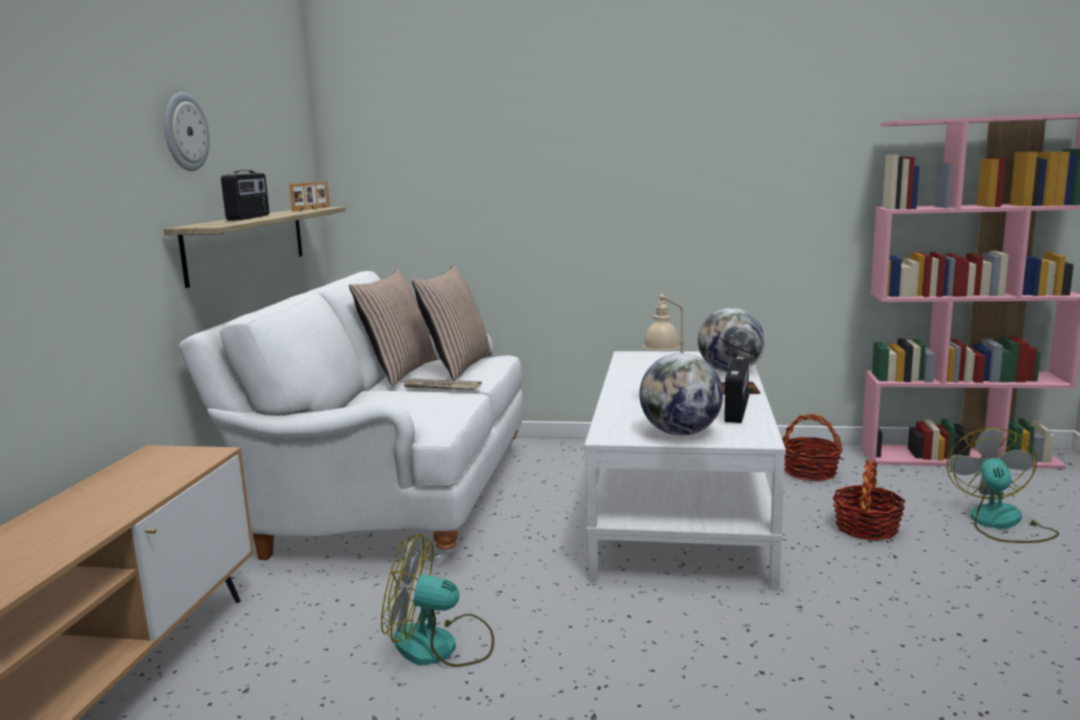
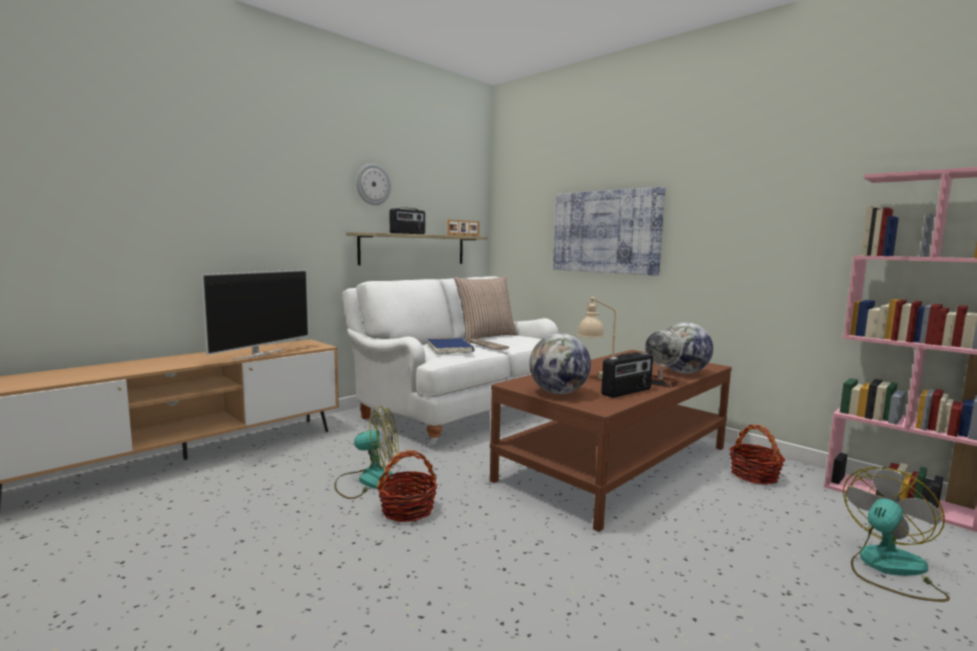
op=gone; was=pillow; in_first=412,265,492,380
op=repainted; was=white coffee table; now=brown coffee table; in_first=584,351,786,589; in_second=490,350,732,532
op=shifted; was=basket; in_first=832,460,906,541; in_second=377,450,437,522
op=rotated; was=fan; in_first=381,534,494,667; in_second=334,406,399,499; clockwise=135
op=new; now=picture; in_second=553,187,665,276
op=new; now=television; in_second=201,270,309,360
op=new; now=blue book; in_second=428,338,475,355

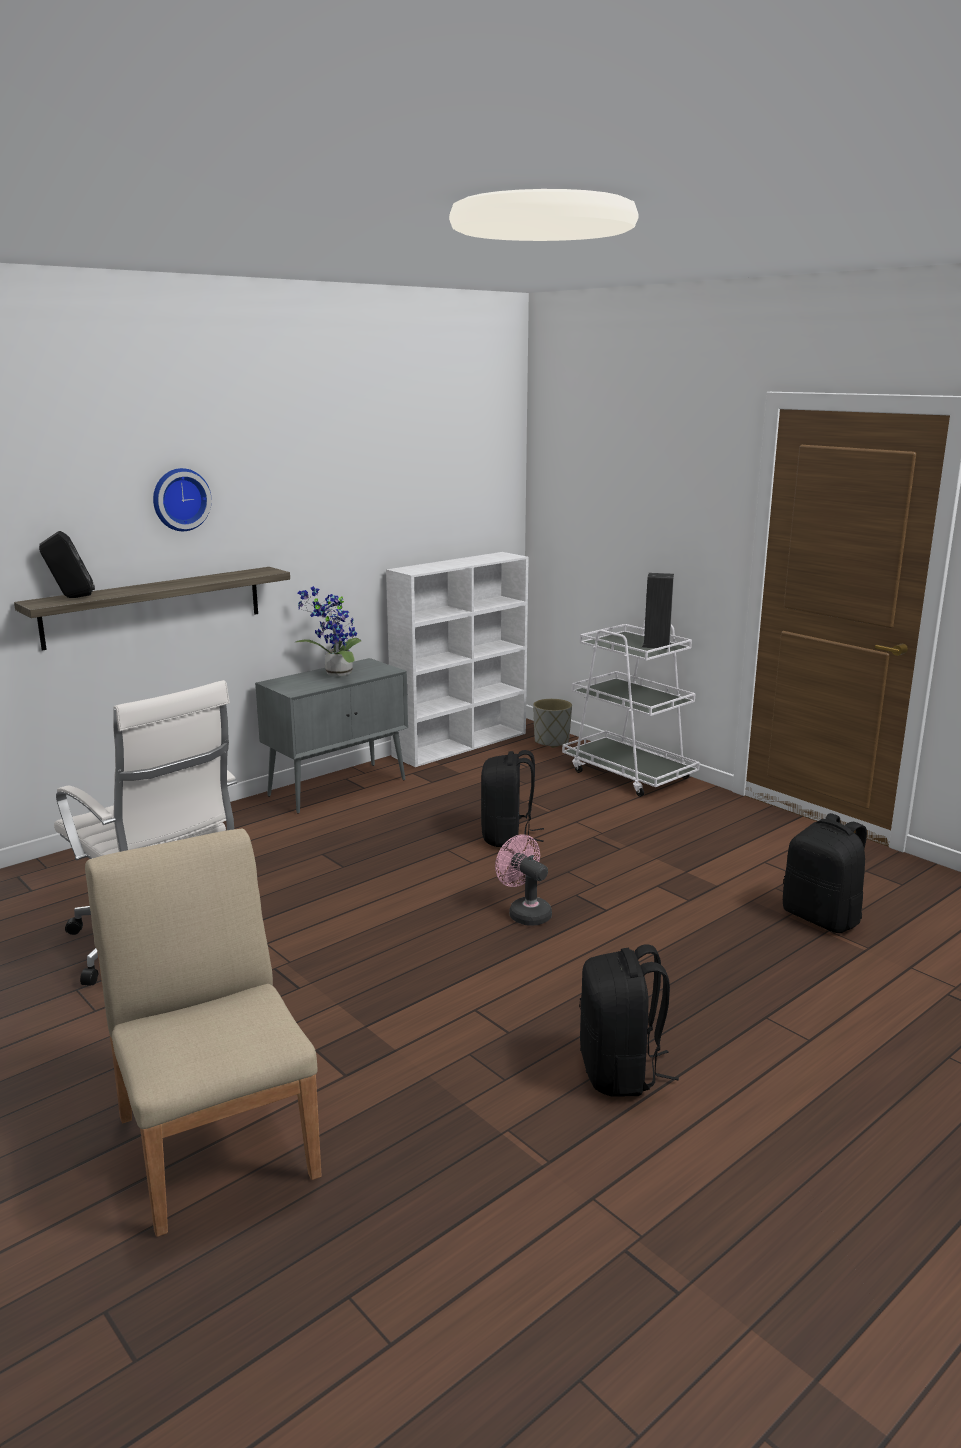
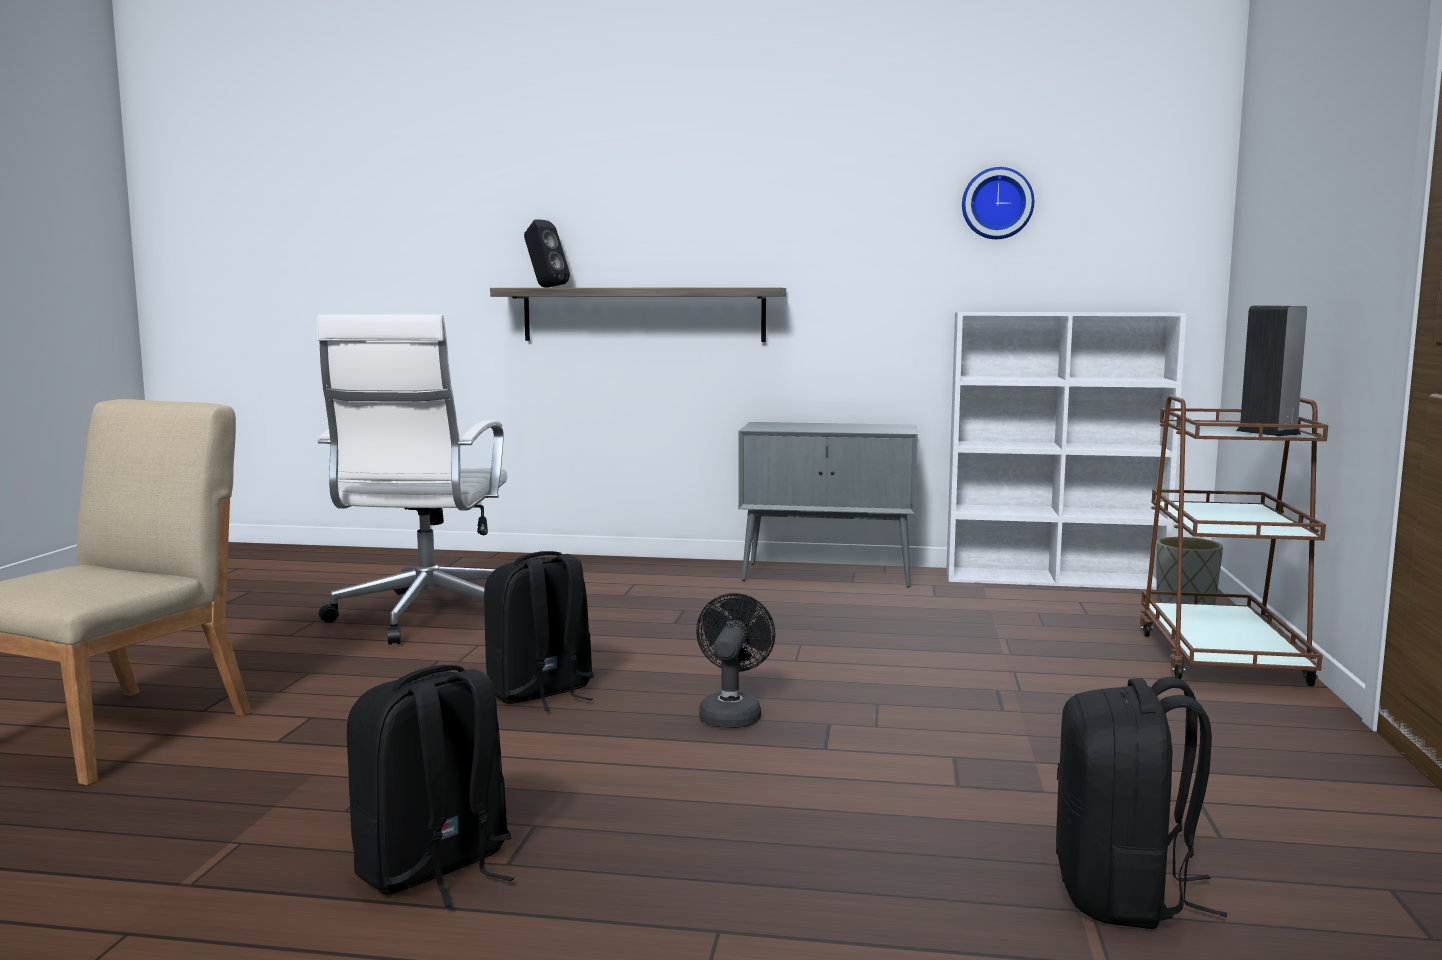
op=shifted; was=wall clock; in_first=153,468,212,531; in_second=962,167,1034,239
op=gone; was=potted plant; in_first=295,586,362,676
op=repainted; was=white cart; now=brown cart; in_first=562,621,700,797; in_second=1139,395,1328,686
op=shifted; was=black backpack; in_first=481,750,544,847; in_second=484,551,594,711
op=repainted; was=pink fan; now=black fan; in_first=495,834,552,926; in_second=696,593,776,728

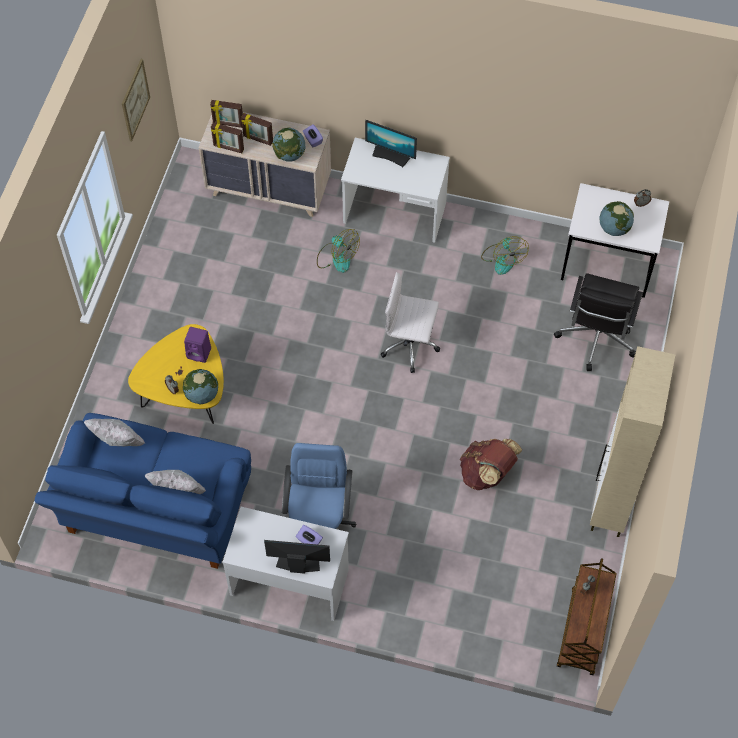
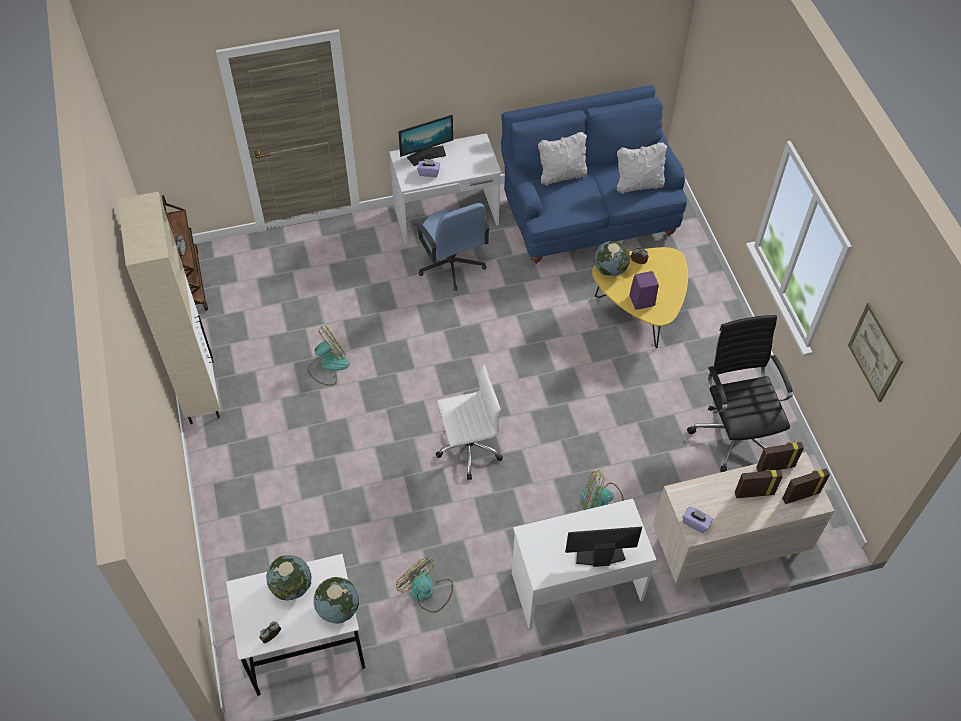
op=shifted; was=globe; in_first=272,127,305,162; in_second=313,577,359,624
op=shifted; was=black office chair; in_first=554,273,643,371; in_second=687,315,793,472
op=swapped; was=brown backpack; now=fan; in_first=460,439,522,490; in_second=308,326,350,386

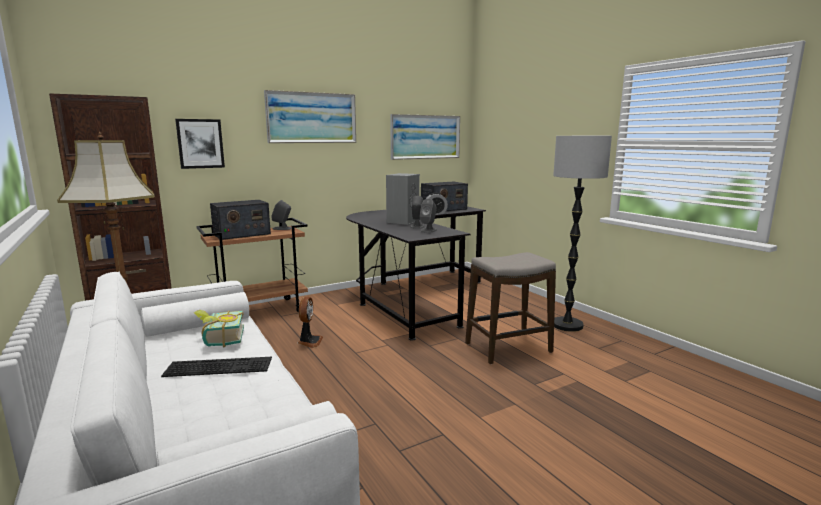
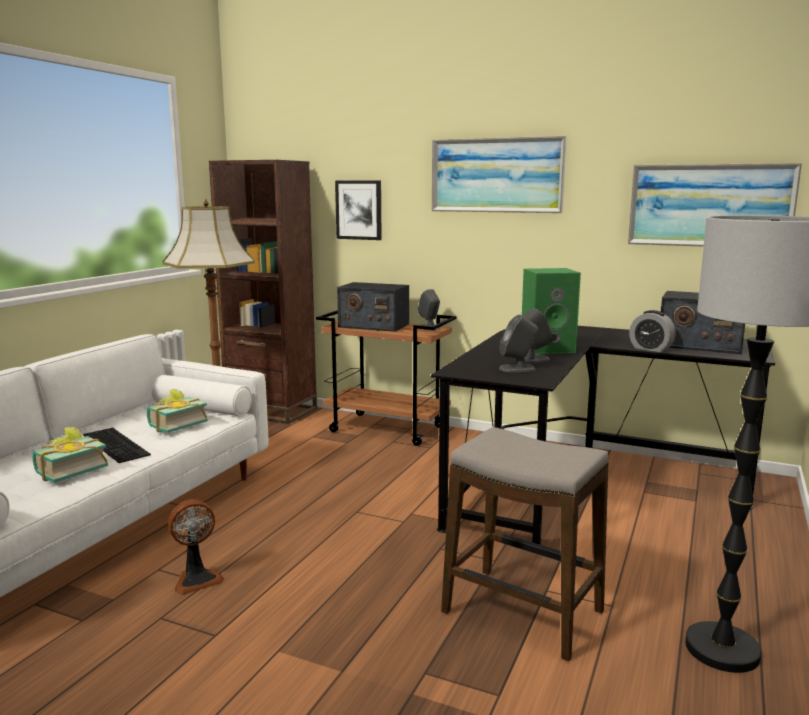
op=repainted; was=grey speaker; now=green speaker; in_first=386,173,420,225; in_second=522,268,581,354
op=shifted; was=fan; in_first=298,297,323,348; in_second=168,499,224,595
op=new; now=book; in_second=32,427,108,483

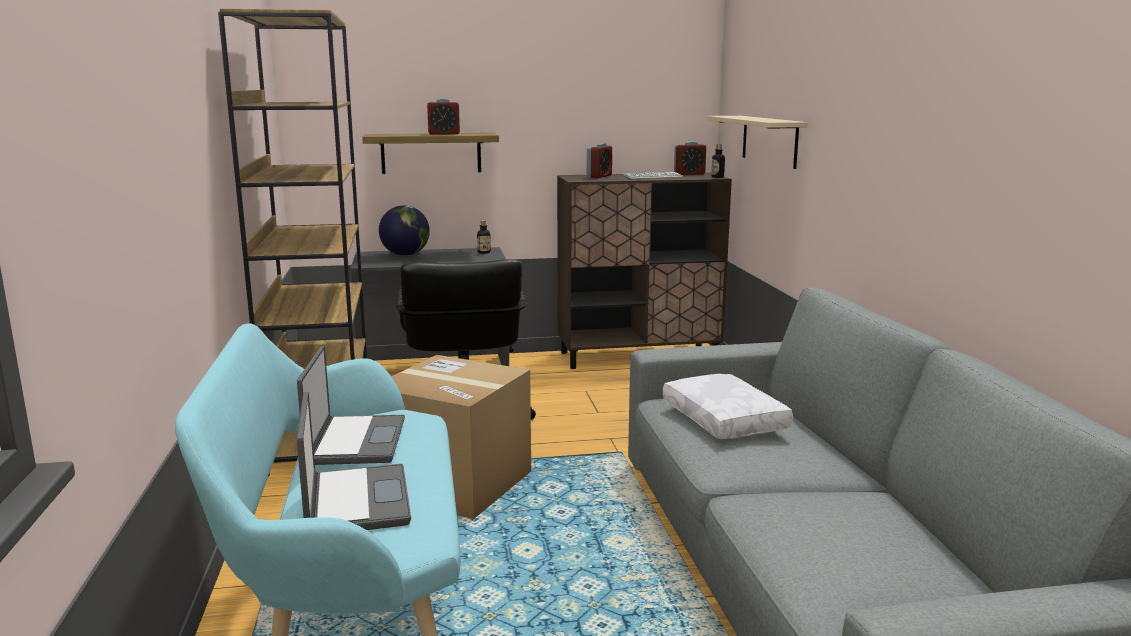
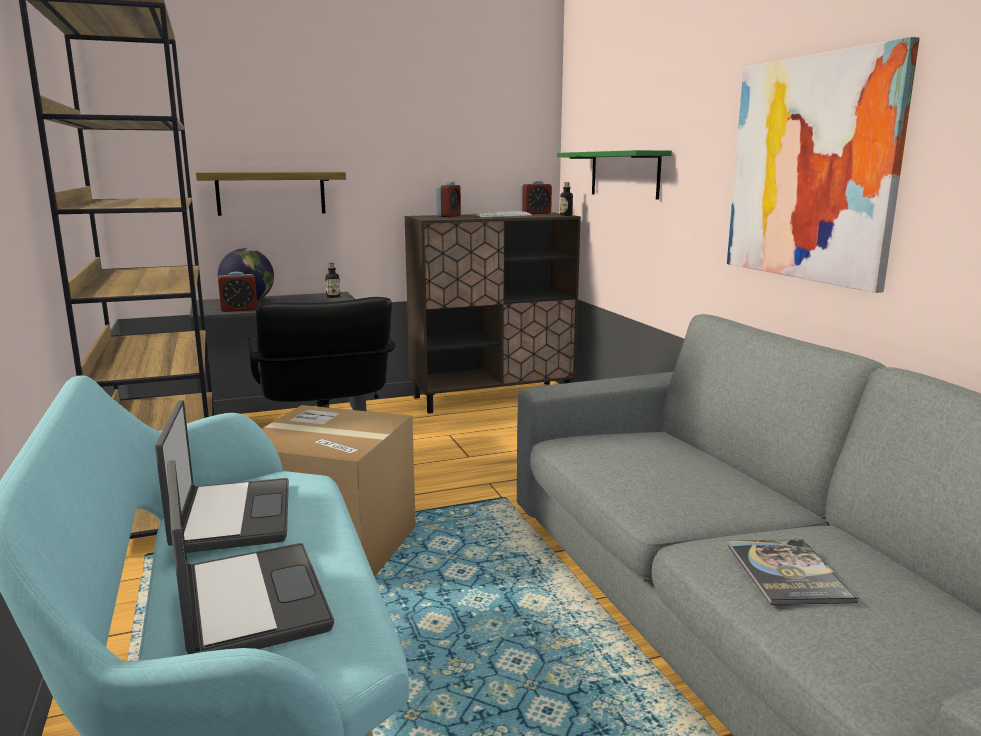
op=shifted; was=alarm clock; in_first=427,99,460,135; in_second=218,272,257,312
op=repainted; was=beige shelf; now=green shelf; in_first=708,116,807,169; in_second=557,150,672,200
op=gone; was=white pillow; in_first=663,374,793,439
op=new; now=picture; in_second=727,37,920,293
op=new; now=book; in_second=728,540,858,605

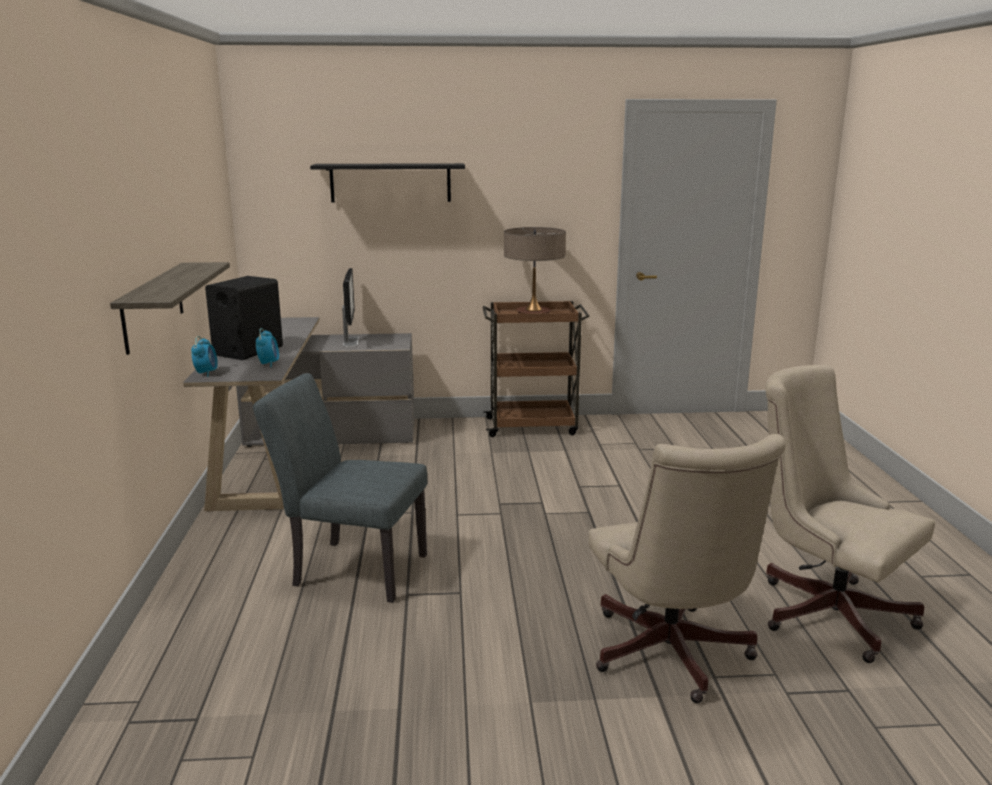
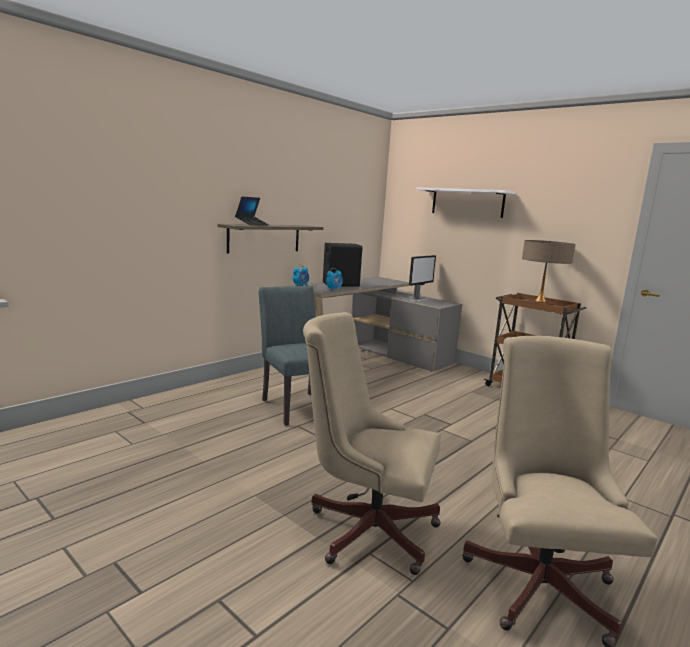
op=repainted; was=black shelf; now=white shelf; in_first=310,163,465,202; in_second=416,188,516,218
op=rotated; was=beige office chair; in_first=589,434,786,703; in_second=303,312,441,575; clockwise=75
op=new; now=laptop; in_second=235,196,269,226

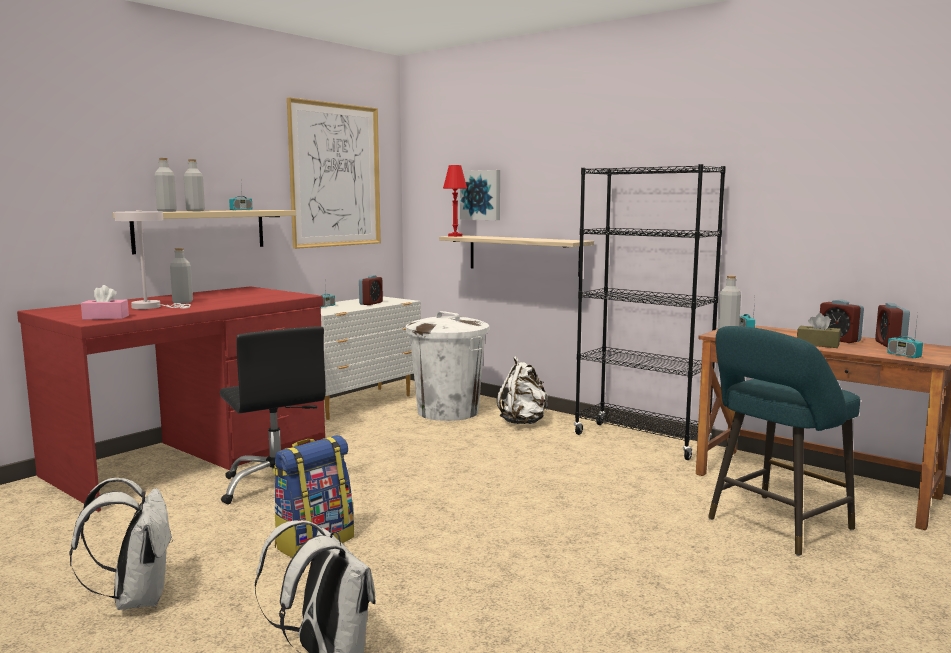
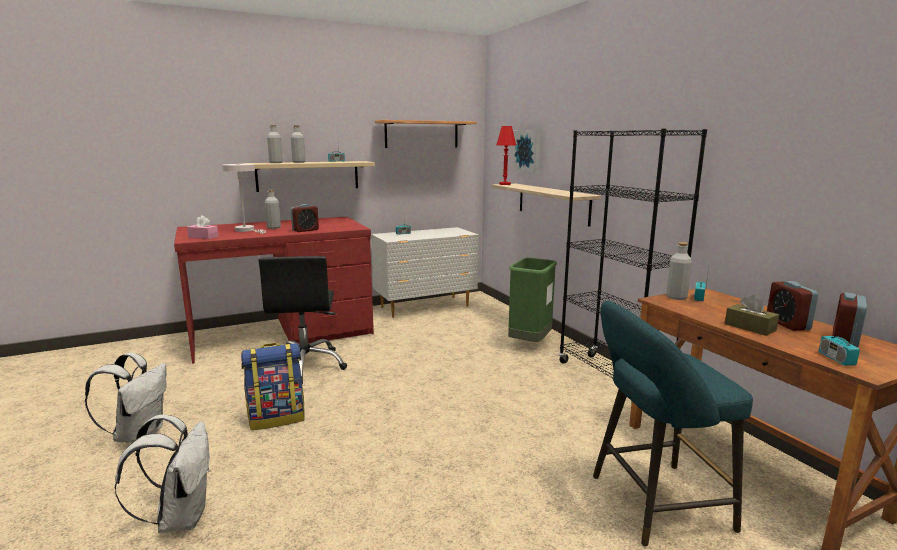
op=swapped; was=picture; now=shelf; in_first=287,97,381,249; in_second=375,120,477,148
op=shifted; was=alarm clock; in_first=359,275,383,305; in_second=291,204,319,232
op=gone; was=white trash can; in_first=406,311,489,421
op=swapped; was=white backpack; now=green trash can; in_first=497,356,548,424; in_second=508,258,557,342

